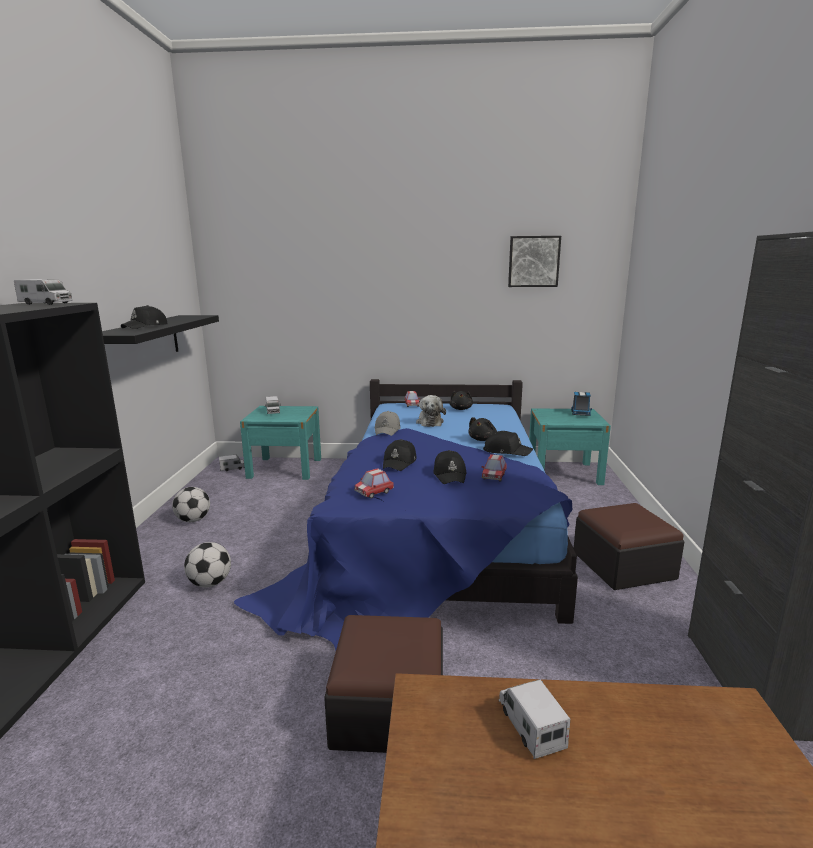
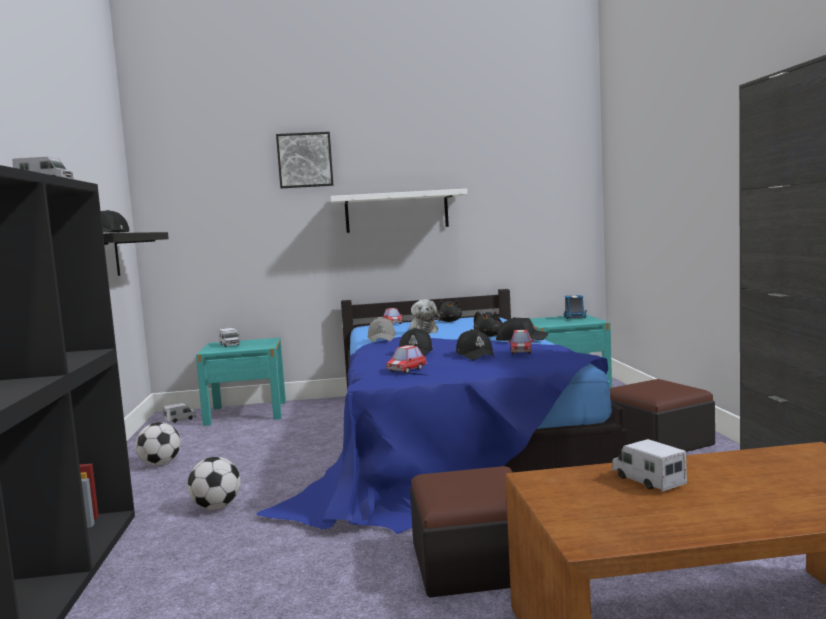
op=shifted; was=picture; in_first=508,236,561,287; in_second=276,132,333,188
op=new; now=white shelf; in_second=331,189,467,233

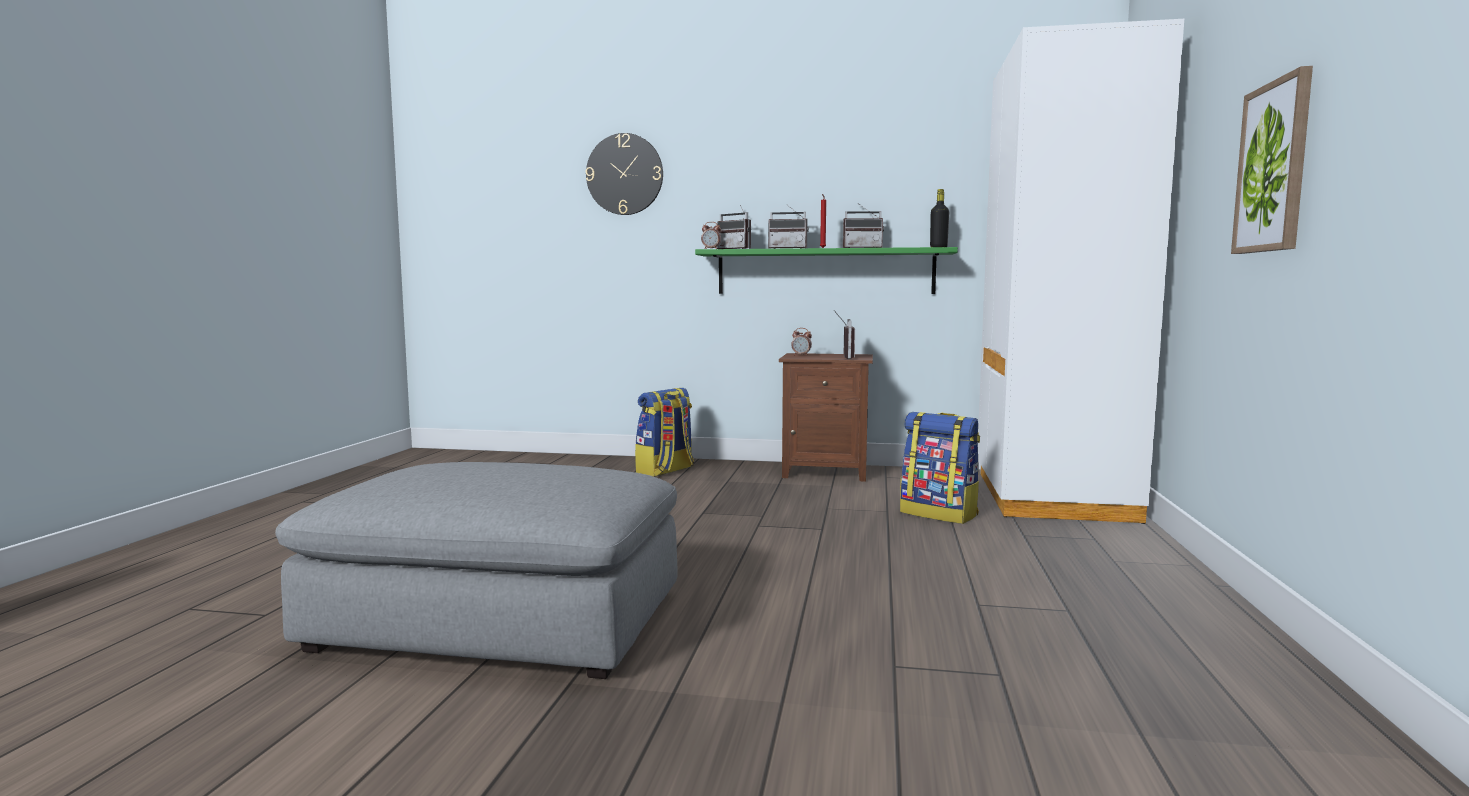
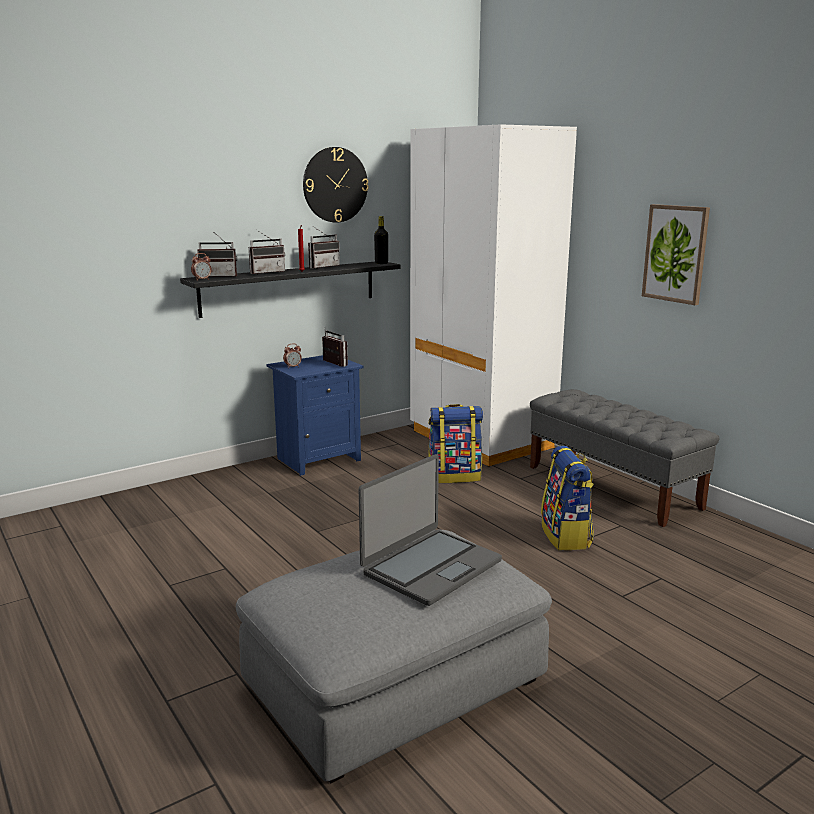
op=shifted; was=wall clock; in_first=586,133,663,215; in_second=303,147,369,223
op=repainted; was=green shelf; now=black shelf; in_first=695,247,958,294; in_second=180,262,400,318
op=repainted; was=brown nightstand; now=blue nightstand; in_first=779,353,873,482; in_second=266,355,364,476
op=shifted; was=backpack; in_first=635,388,694,477; in_second=541,445,594,550
op=new; now=grey bench; in_second=530,389,719,527
op=new; now=laptop; in_second=359,454,502,606

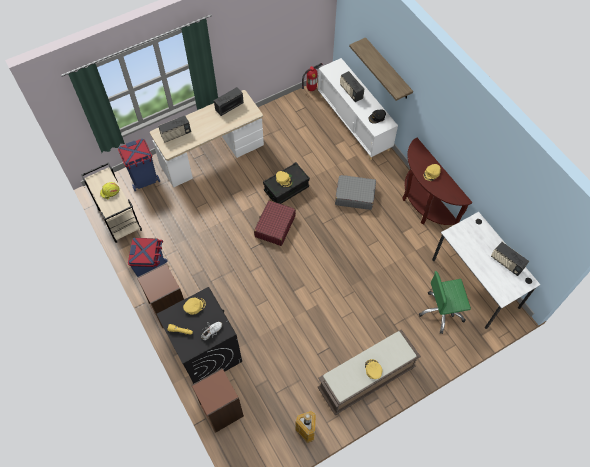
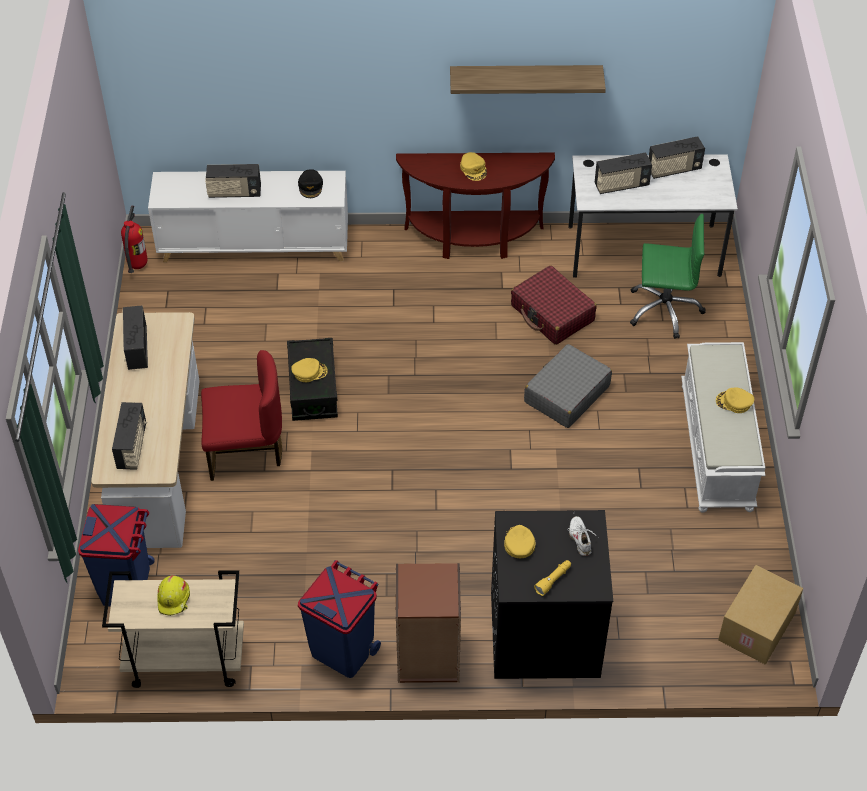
op=shifted; was=shelf; in_first=349,37,413,101; in_second=450,65,606,94
op=shifted; was=grey suitcase; in_first=335,175,376,210; in_second=524,344,612,428
op=shifted; was=red suitcase; in_first=254,200,296,246; in_second=511,265,597,345
op=rotated; was=green office chair; in_first=419,271,471,334; in_second=630,214,706,339; clockwise=-105
op=repainted; was=brown bench; now=white bench; in_first=318,329,421,415; in_second=681,342,765,513
op=gone; was=brown bookcase; in_first=191,368,244,433
op=gone; was=trash can; in_first=295,411,316,443
op=new; now=radio; in_second=595,153,652,194
op=new; now=red chair; in_second=201,350,282,481
op=new; now=cardboard box; in_second=718,565,803,665

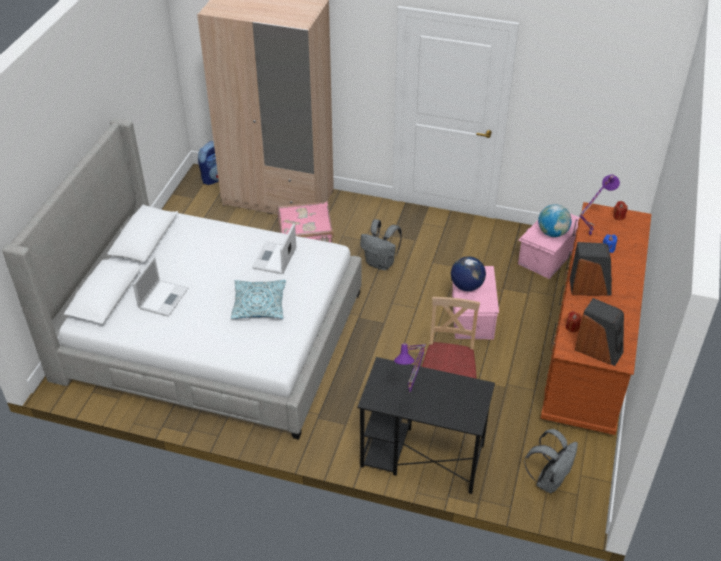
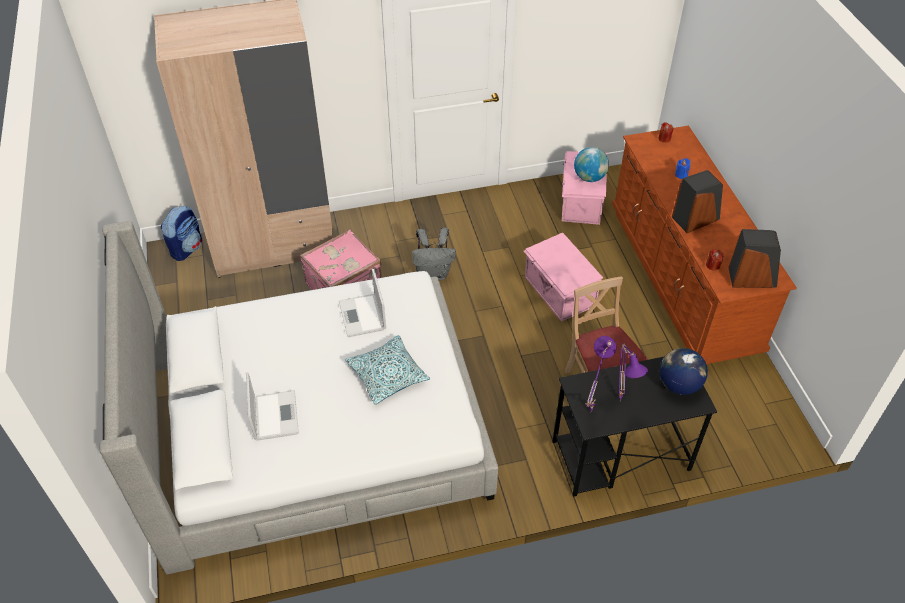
op=shifted; was=purple table lamp; in_first=579,174,620,236; in_second=585,336,616,411
op=shifted; was=globe; in_first=451,256,486,291; in_second=660,348,708,395
op=gone; was=grey backpack; in_first=525,429,578,493

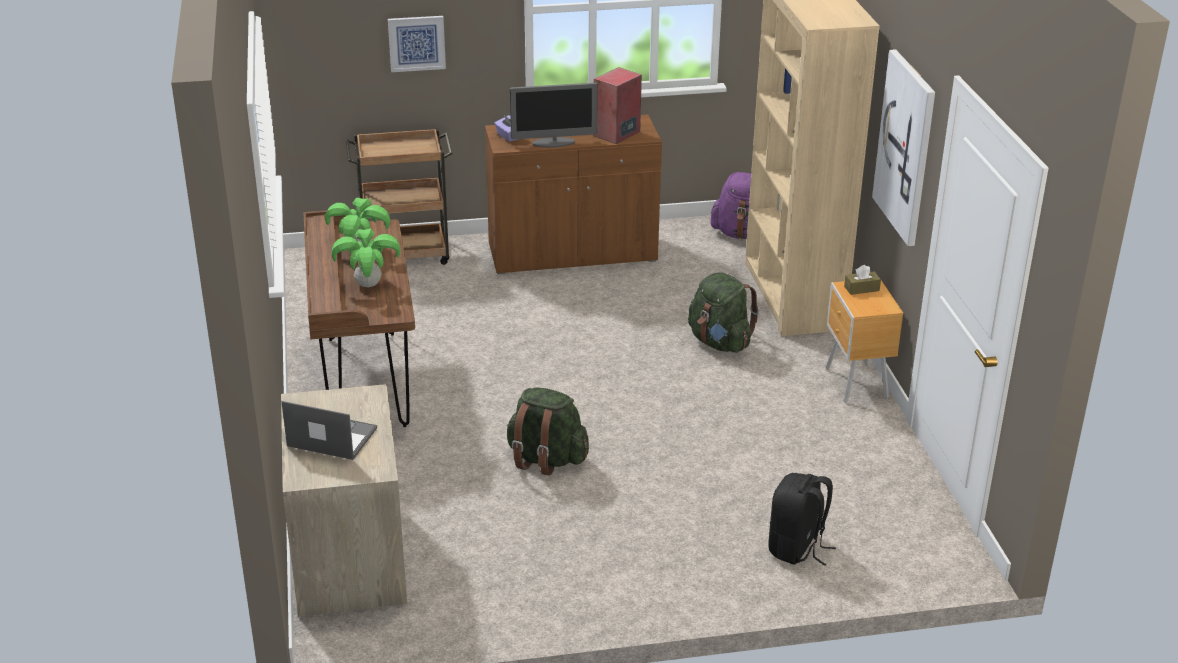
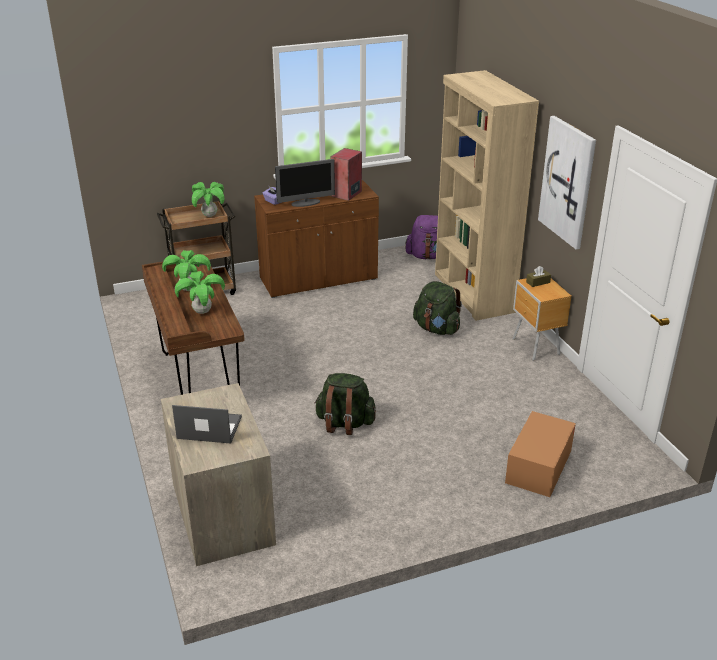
op=gone; was=picture; in_first=388,16,446,72
op=swapped; was=black backpack; now=cardboard box; in_first=769,473,836,566; in_second=505,411,576,497
op=new; now=potted plant; in_second=192,182,224,217

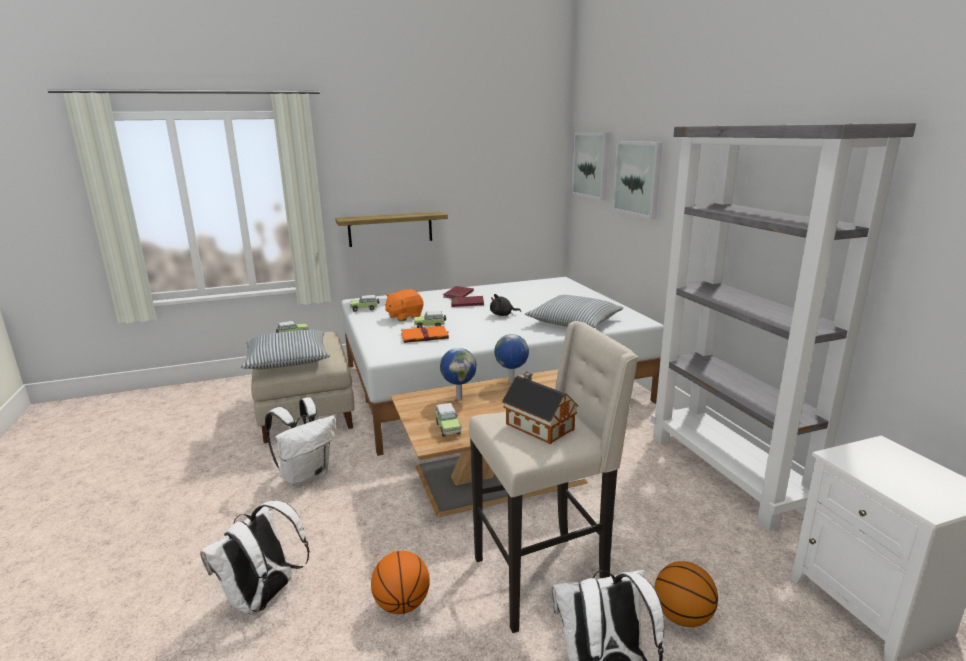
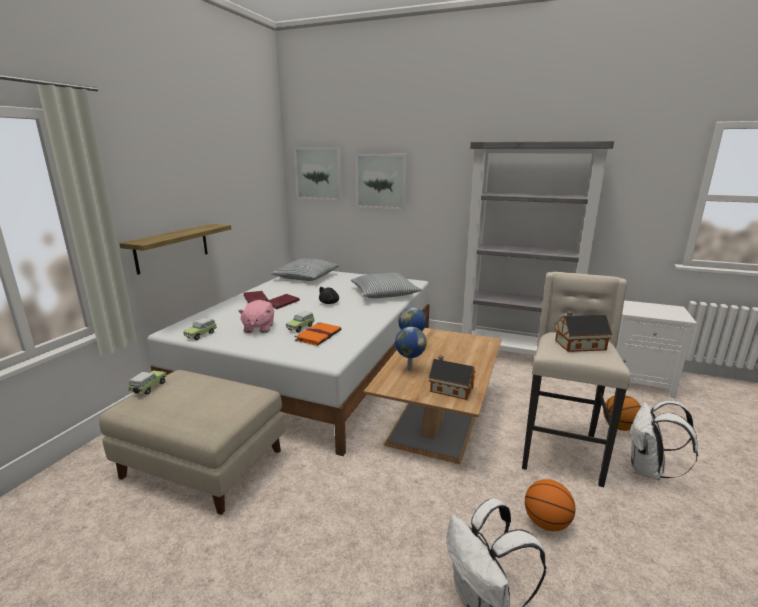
op=repainted; was=orange plush toy; now=pink plush toy; in_first=385,289,423,321; in_second=238,300,274,333
op=shifted; was=pillow; in_first=241,329,330,369; in_second=271,258,340,281
op=gone; was=white backpack; in_first=265,397,335,487
op=swapped; was=toy car; now=toy house; in_first=435,403,461,437; in_second=429,355,476,400

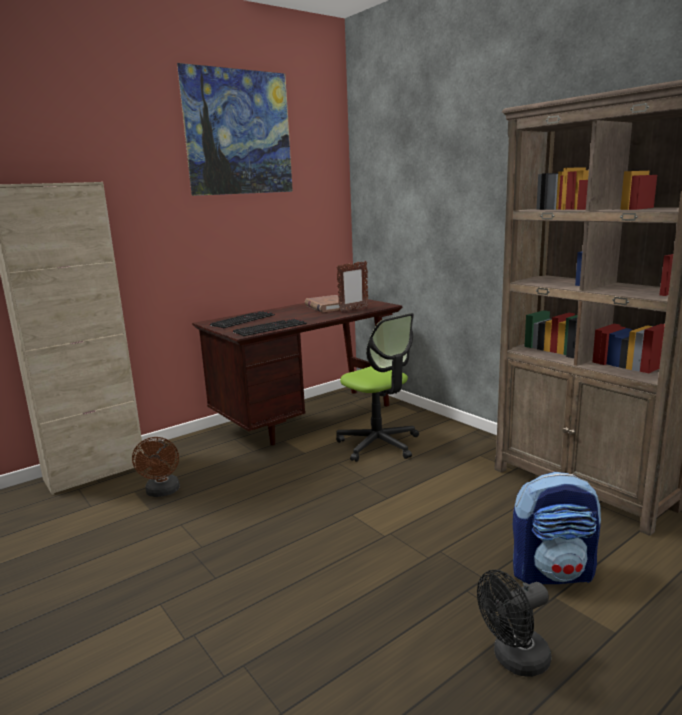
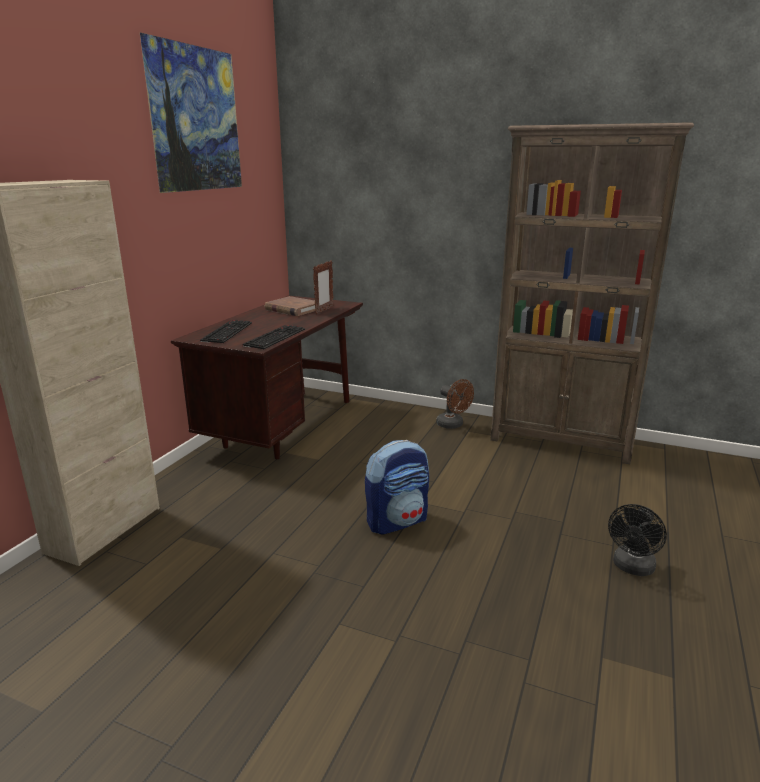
op=gone; was=office chair; in_first=336,313,419,462
op=shifted; was=brown fan; in_first=132,437,180,497; in_second=436,379,474,429
op=shifted; was=backpack; in_first=513,472,601,584; in_second=365,440,429,534

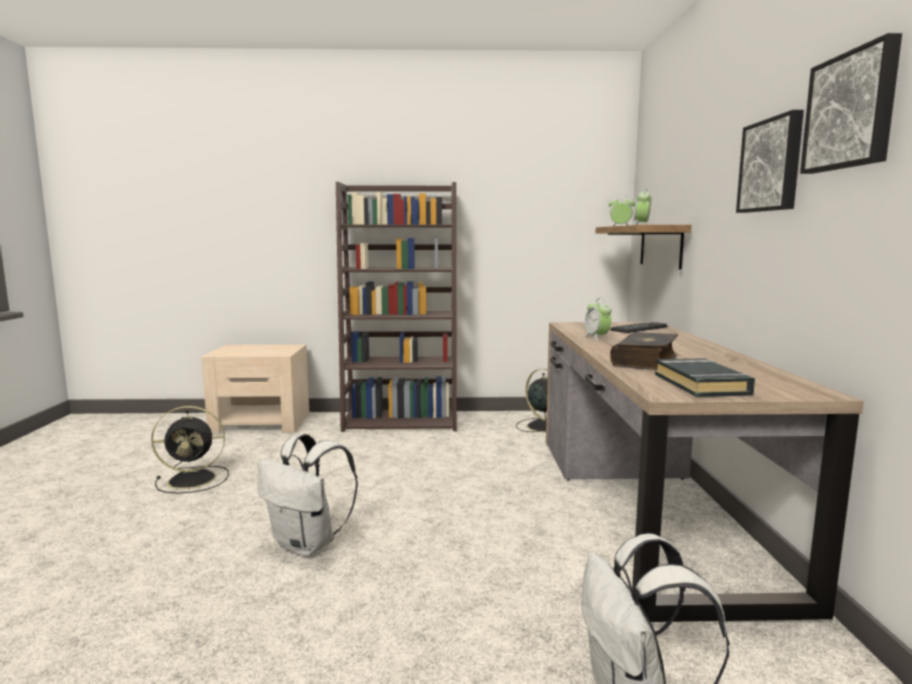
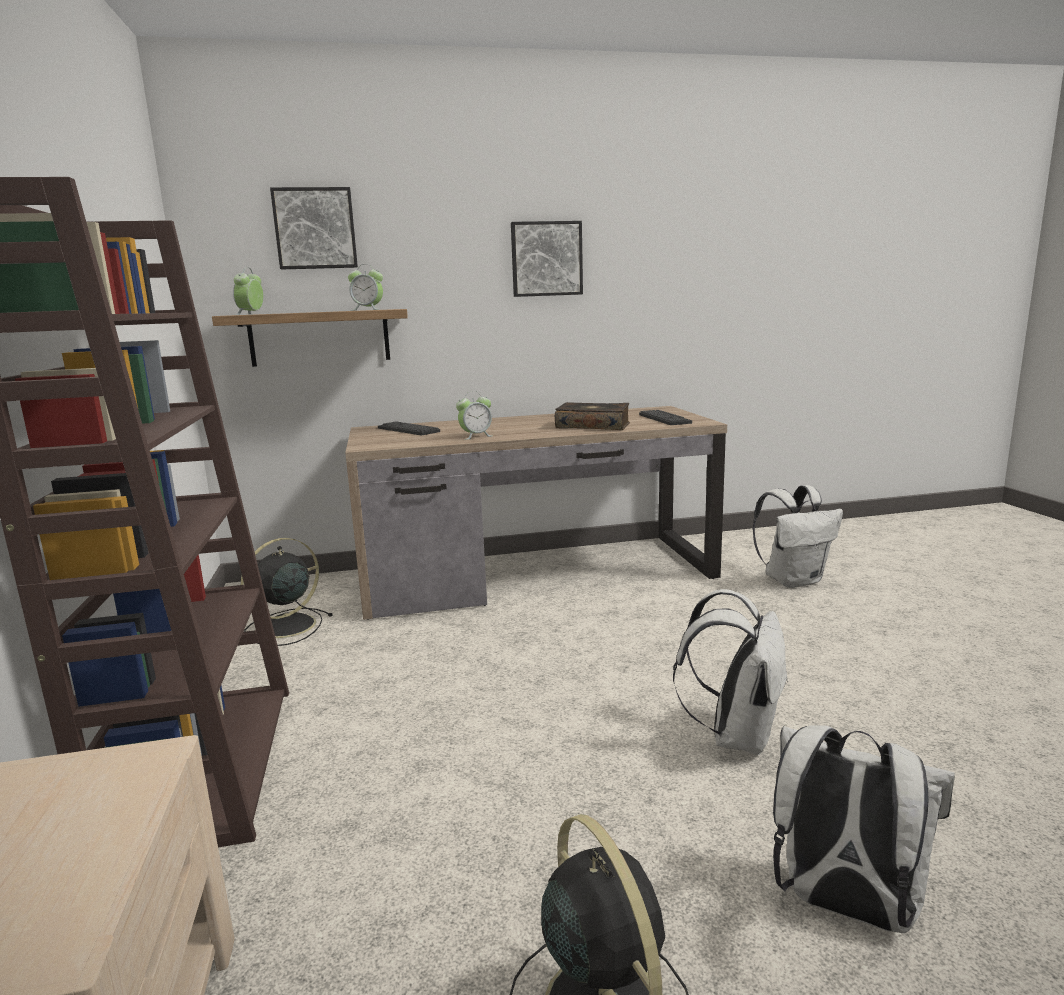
op=shifted; was=picture; in_first=800,33,902,174; in_second=270,187,358,270
op=swapped; was=black book; now=keyboard; in_first=655,358,755,397; in_second=639,410,692,425
op=new; now=white backpack; in_second=773,725,955,933

